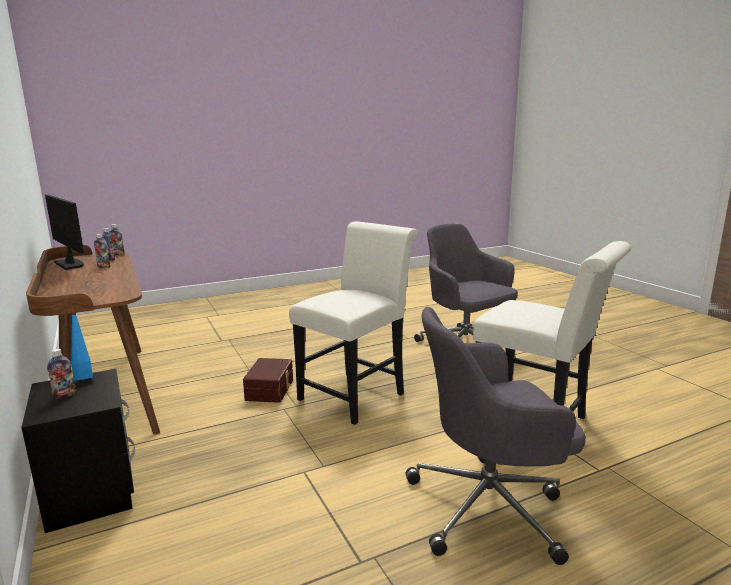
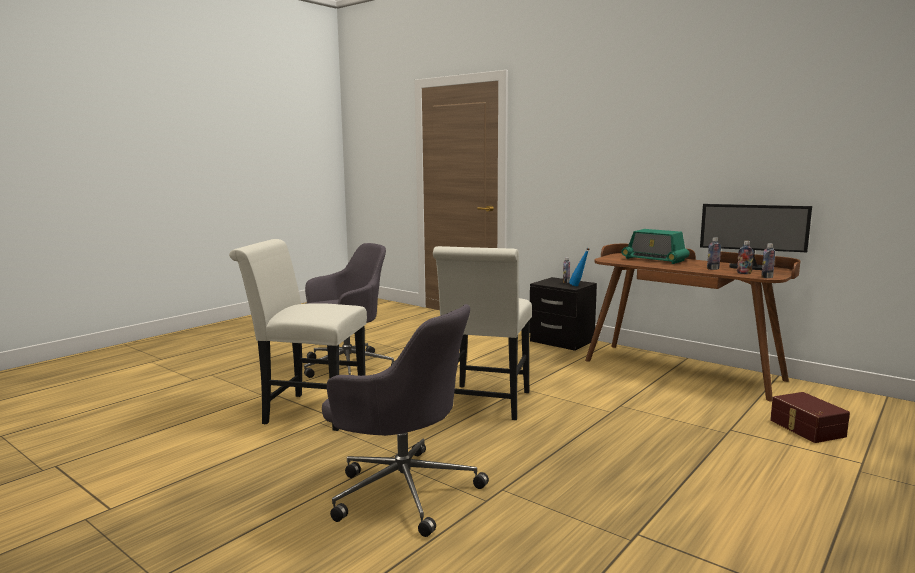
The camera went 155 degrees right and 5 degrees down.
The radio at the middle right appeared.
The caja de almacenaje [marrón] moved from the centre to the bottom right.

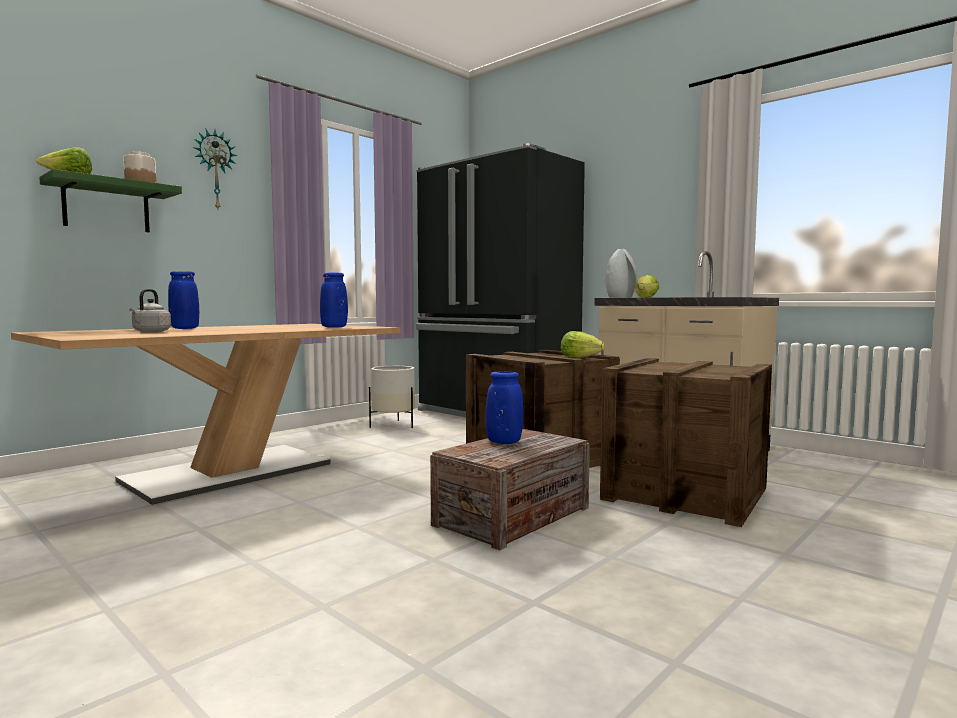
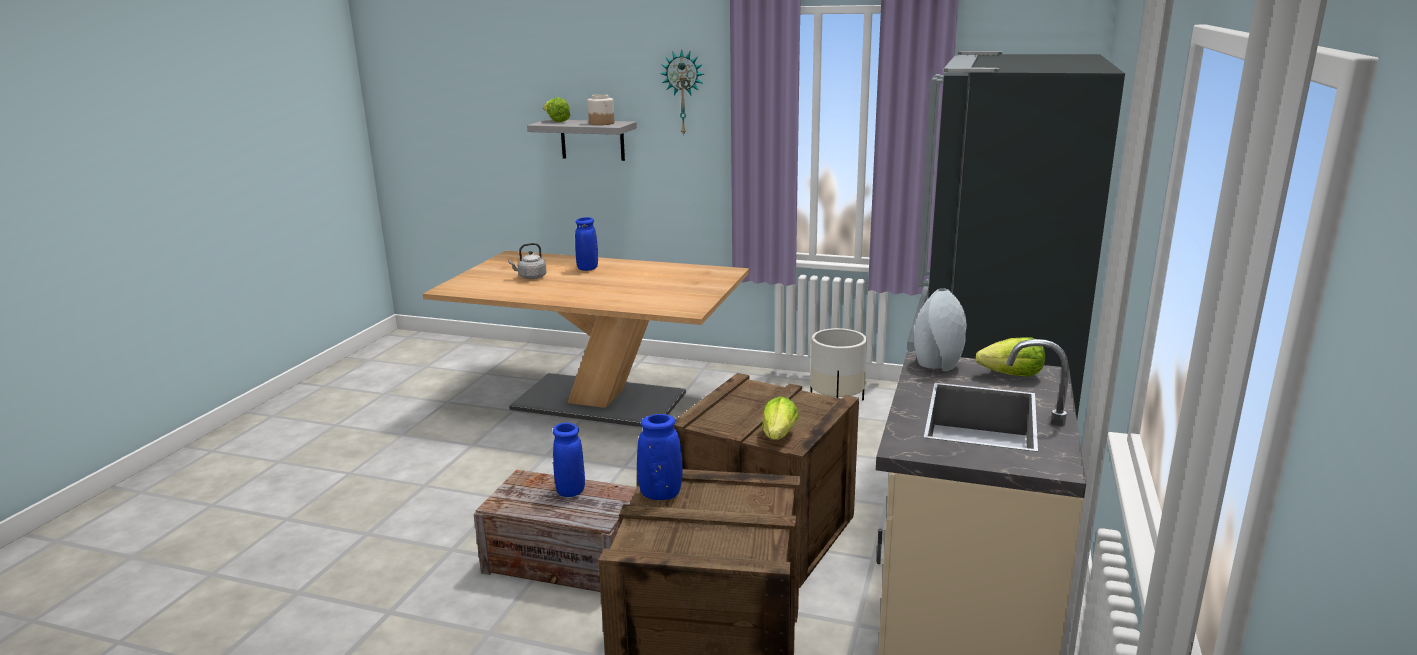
The camera went 65 degrees right and 15 degrees up.
The florero [azul] (2nd from left in the first image) moved from the centre to the bottom centre.
The estante [verde] at the top left became the estante [gris] at the top centre.

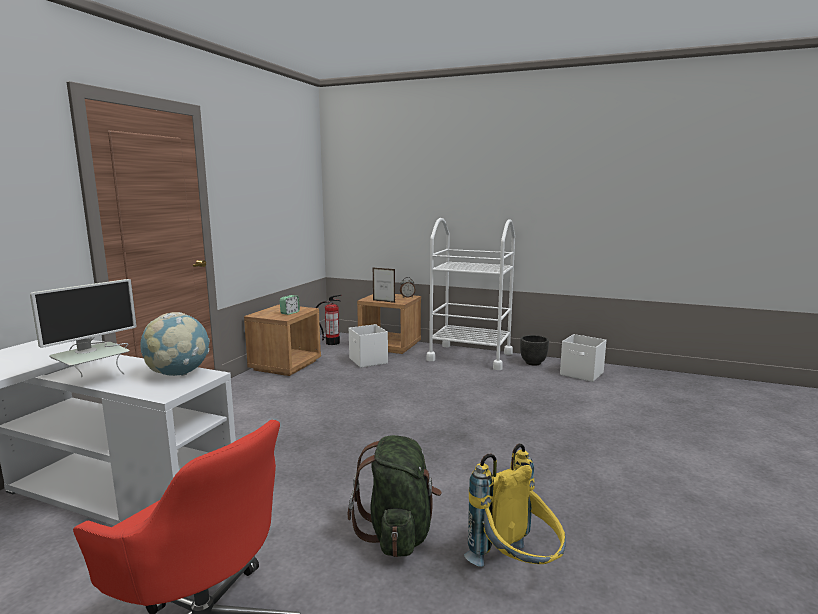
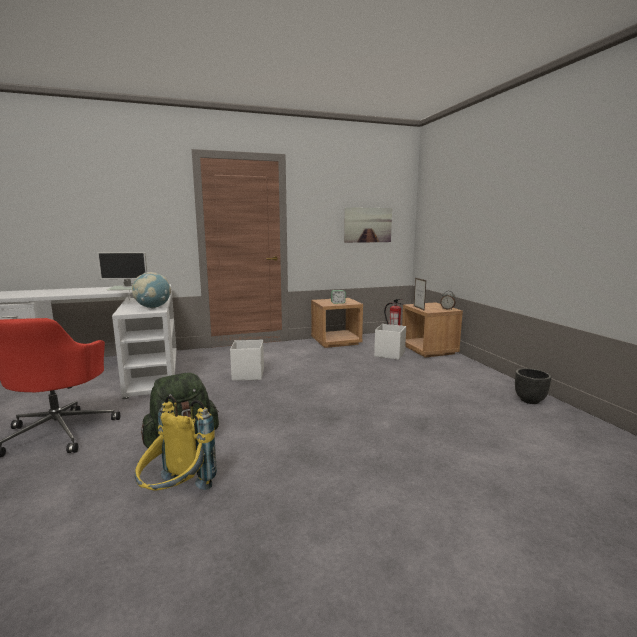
The camera went 50 degrees right and 0 degrees up.
The carrito [blanco] at the centre disappeared.
The cuadro at the centre appeared.
The caja de almacenaje [blanco] (2nd from left in the first image) moved from the middle right to the centre.

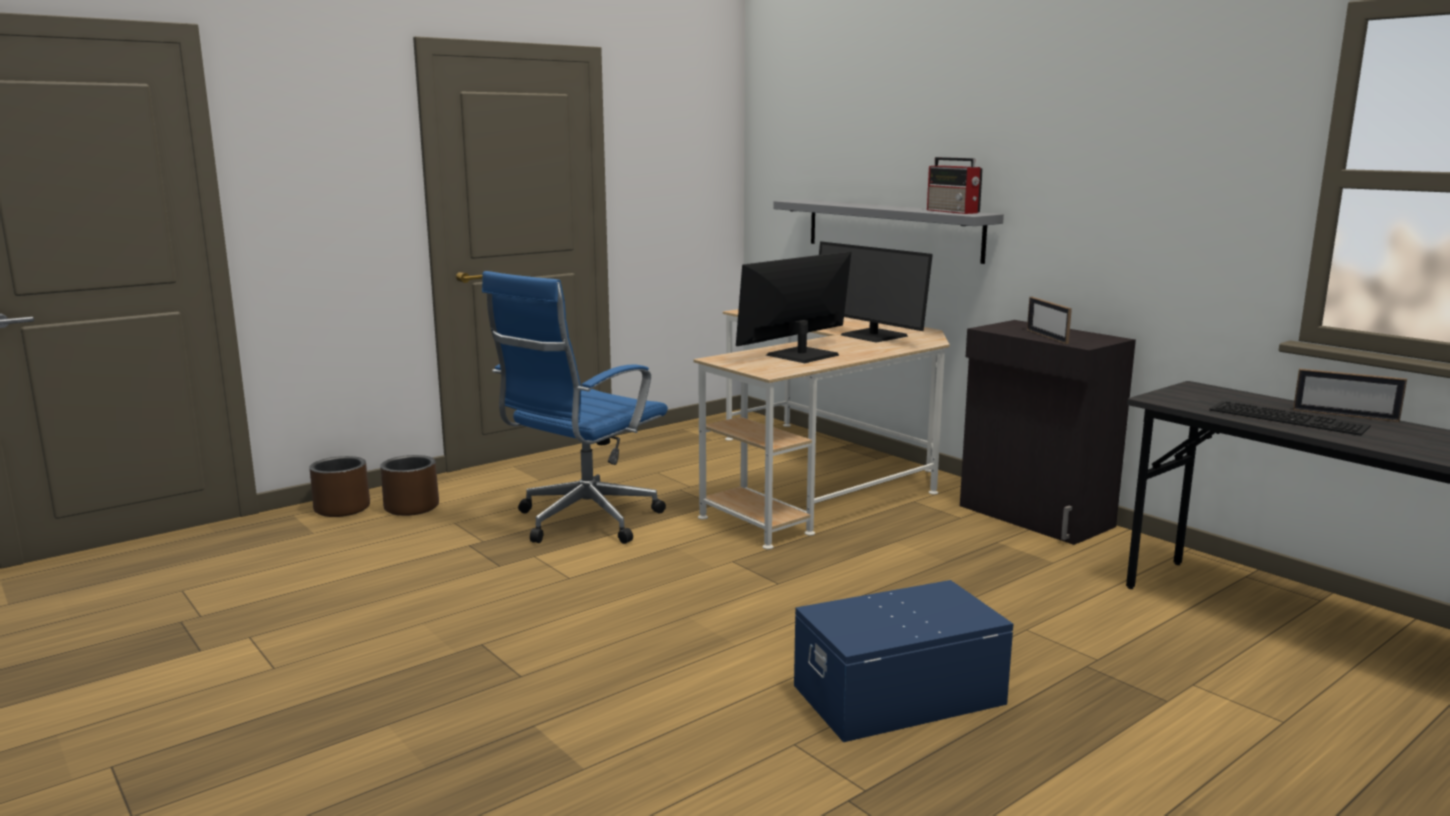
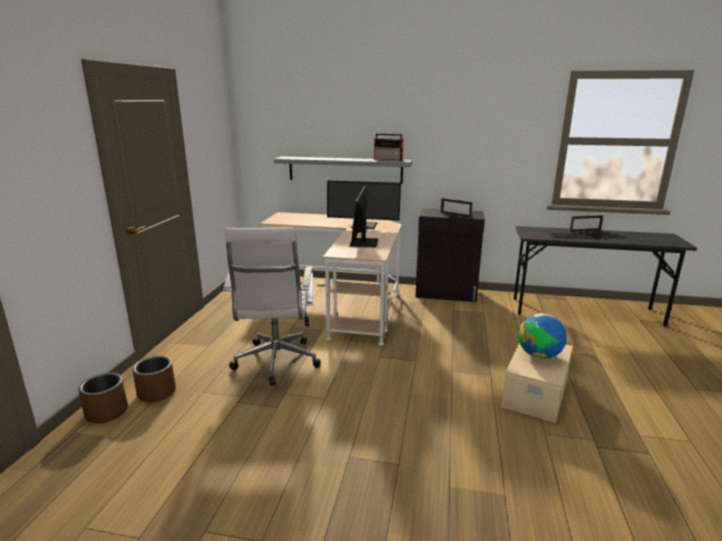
The camera went 40 degrees left and 5 degrees up.
The globo terráqueo at the middle right appeared.
The silla de oficina [azul] at the centre became the silla de oficina [blanco] at the centre.
The caja de almacenaje [azul] at the bottom centre became the caja de almacenaje [beis] at the bottom right.

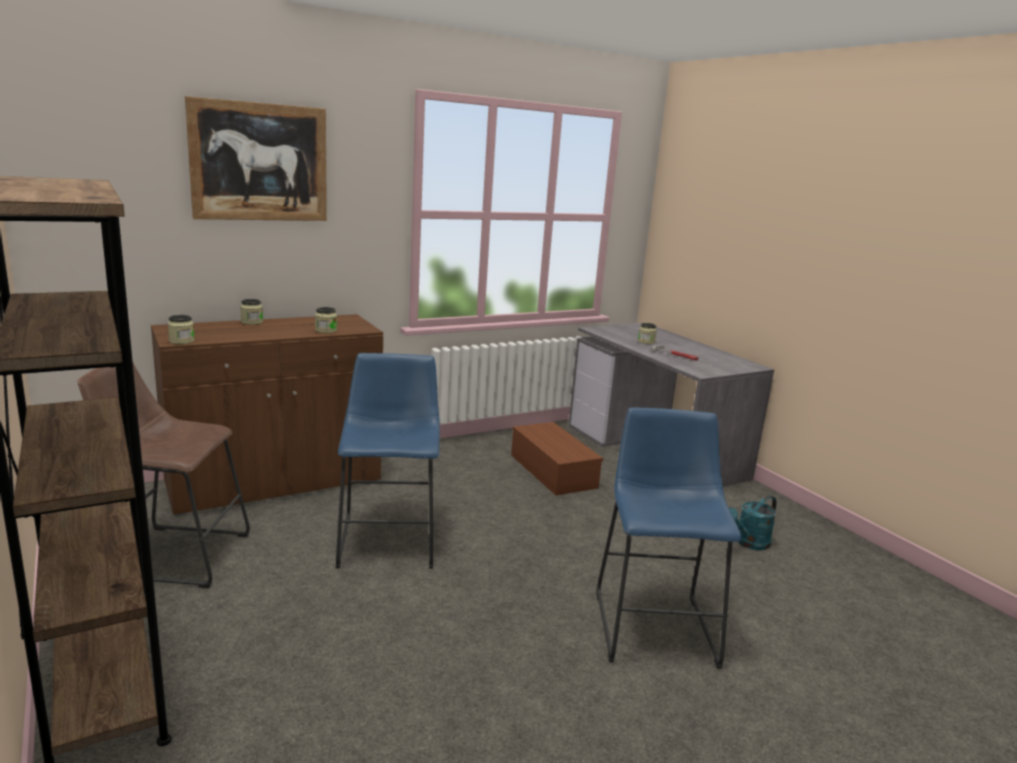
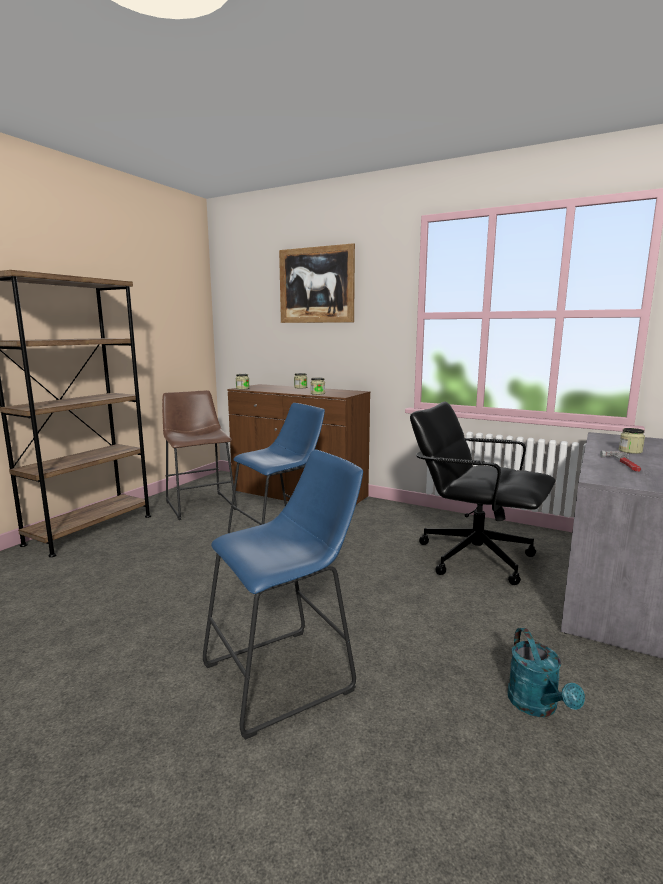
The camera went 60 degrees right and 5 degrees down.
The caja de almacenaje [marrón] at the centre was replaced by the silla de oficina [negro] at the middle right.
The regadera [turquesa] at the bottom right turned 120 degrees counterclockwise.

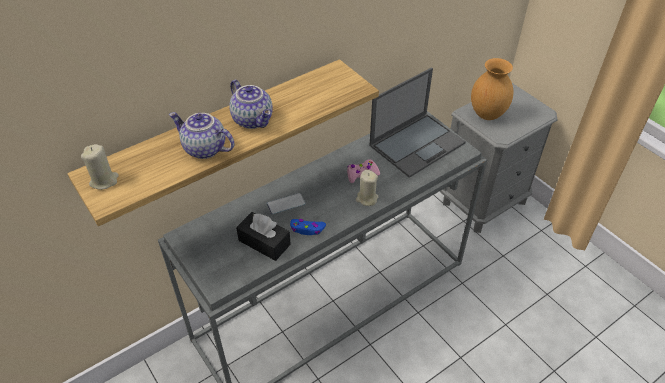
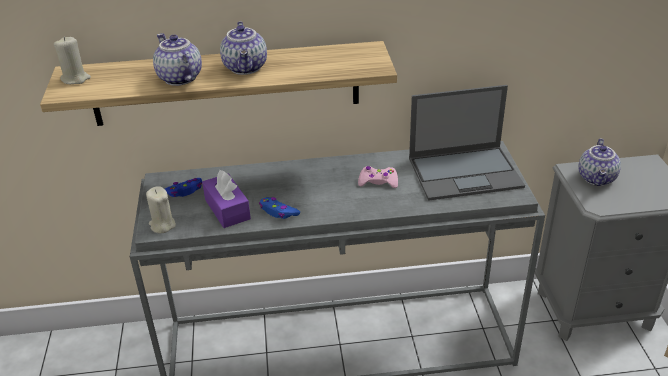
The camera went 30 degrees right and 10 degrees down.
The móvil at the centre disappeared.
The mando de consola [azul] (1st from left) at the middle left appeared.
The vela [beis] (2nd from left) moved from the centre to the middle left.
The florero [marrón] at the top right was replaced by the tetera (3rd from left) at the middle right.
The caja de pañuelos [negro] at the centre became the caja de pañuelos [morado] at the centre.

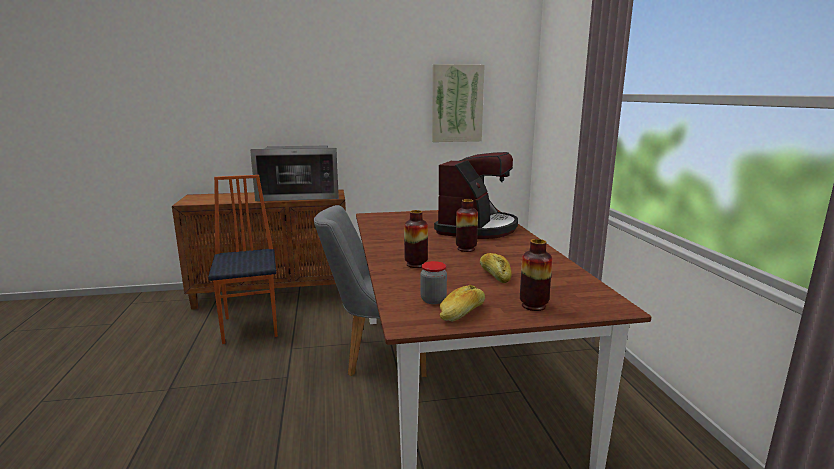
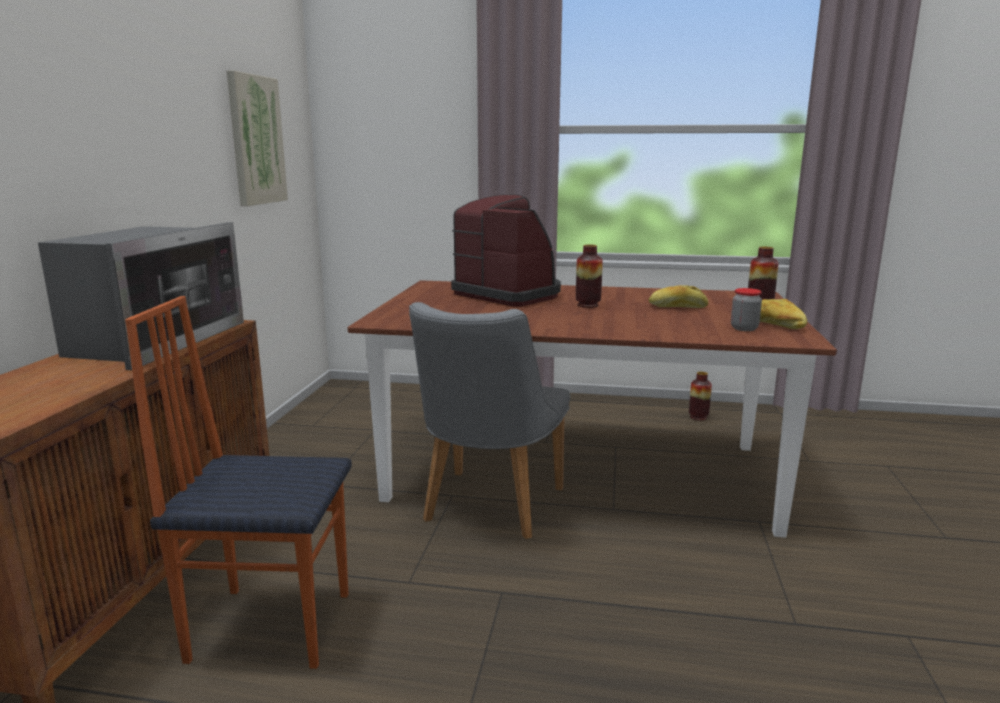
The camera went 70 degrees left and 0 degrees up.
The florero (1st from left in the first image) moved from the centre to the middle right.

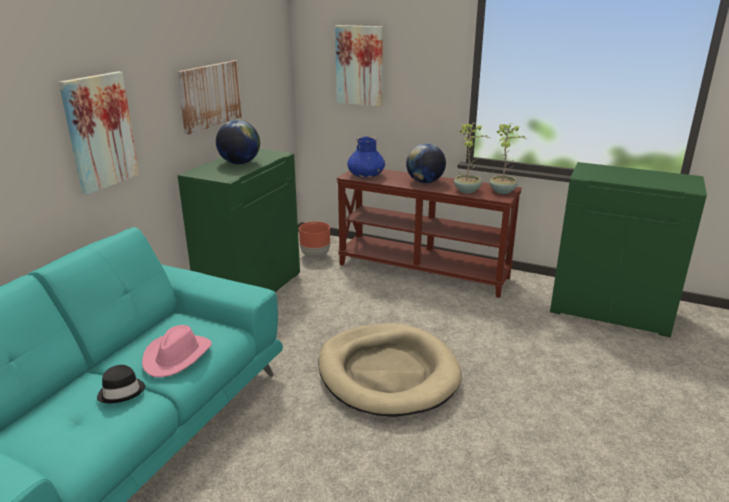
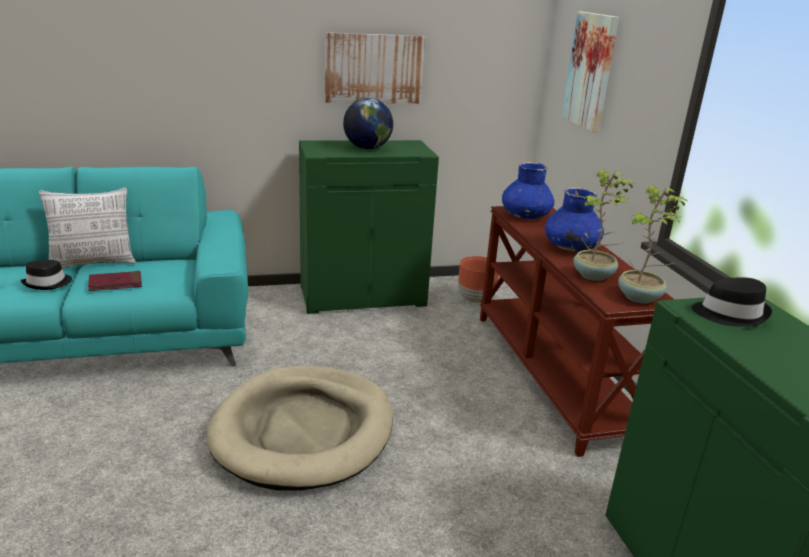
The camera went 50 degrees right and 0 degrees up.
The cuadro (1st from left) at the top left disappeared.
The cojín at the middle left appeared.
The sombrero [negro] (2nd from left) at the middle right appeared.
The sombrero [rosa] at the bottom left was replaced by the libro [rojo] at the middle left.
The globo terráqueo (2nd from left) at the top centre was replaced by the florero [azul] (2nd from left) at the middle right.

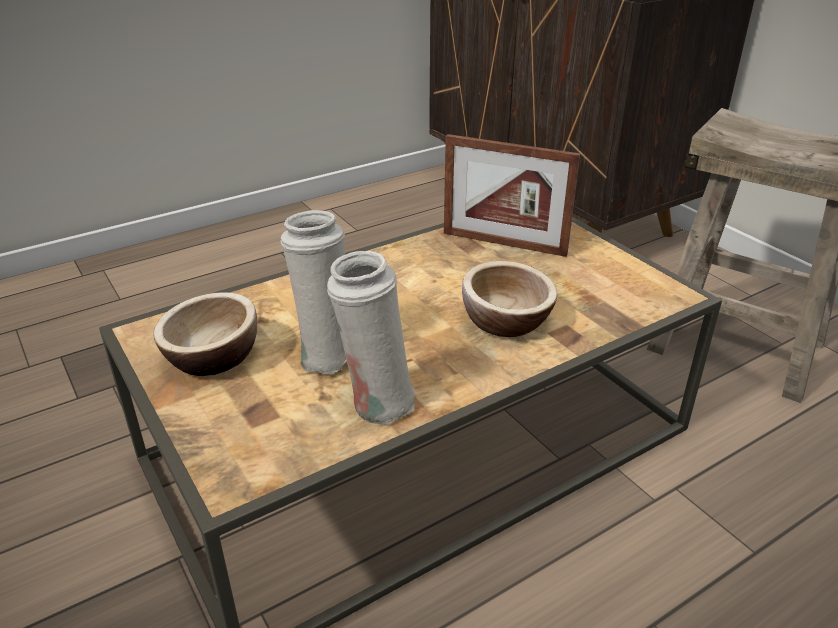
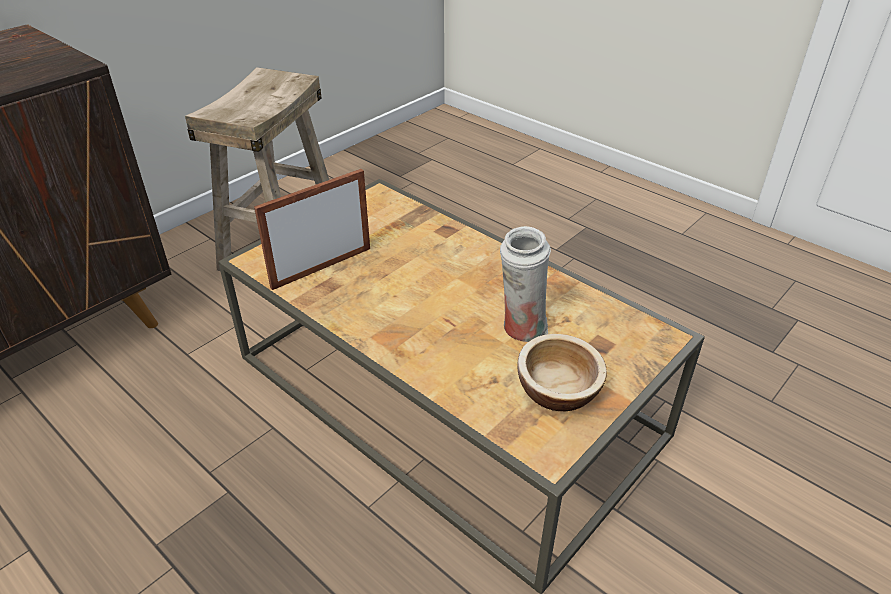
The camera went 105 degrees left and 5 degrees up.
The florero [blanco] (2nd from left) at the centre disappeared.
The cuenco (2nd from left) at the centre disappeared.
The portarretratos at the top centre turned 135 degrees counterclockwise.

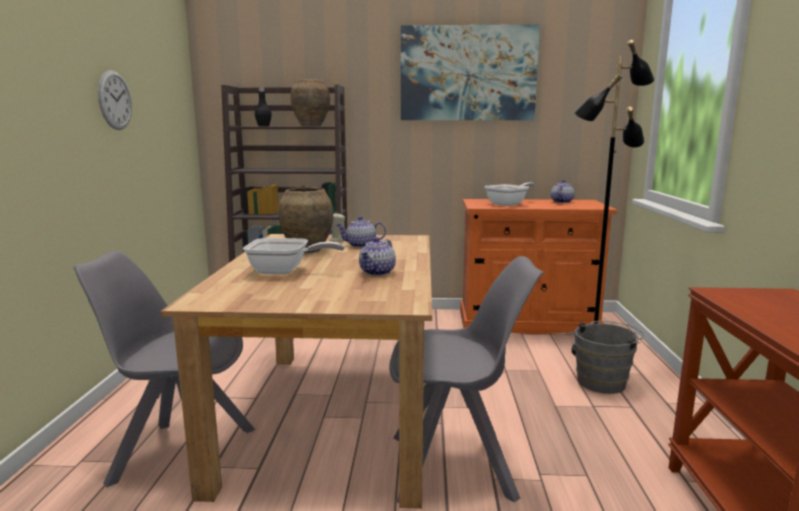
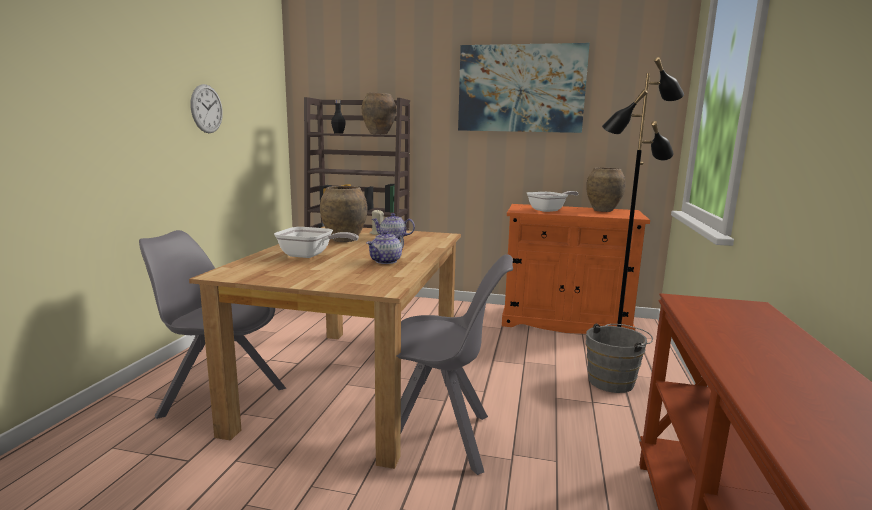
The camera went 10 degrees right and 0 degrees up.
The tetera (3rd from left) at the middle right was replaced by the florero [marrón] (3rd from left) at the middle right.

